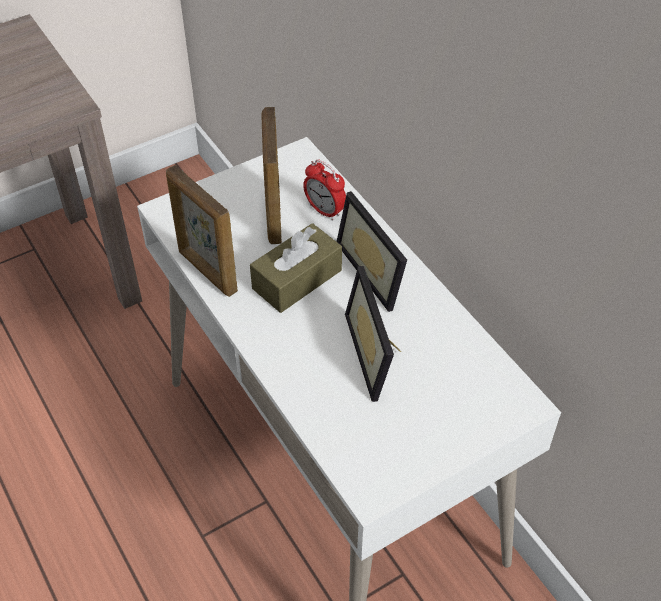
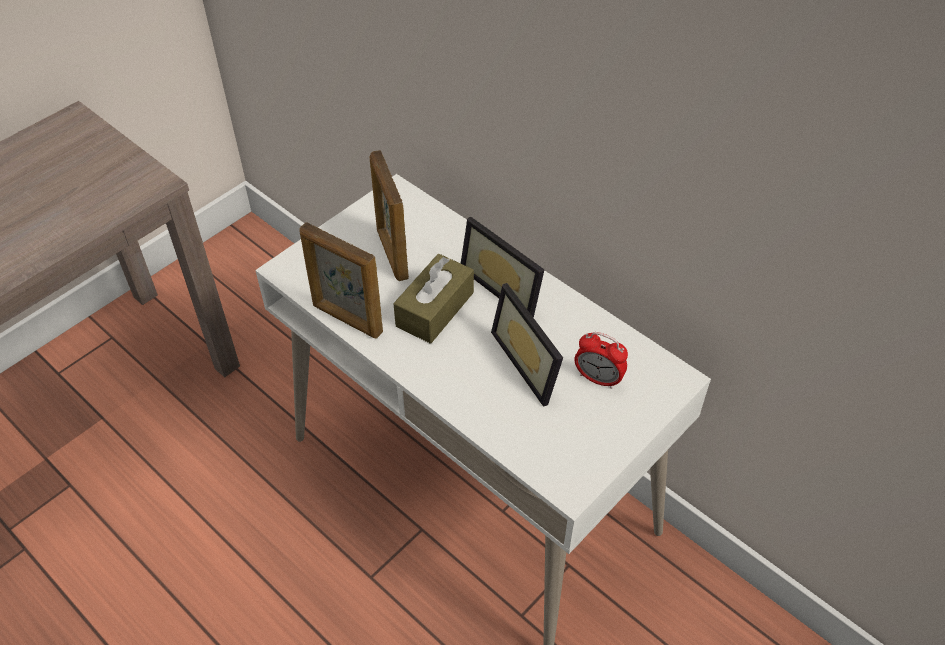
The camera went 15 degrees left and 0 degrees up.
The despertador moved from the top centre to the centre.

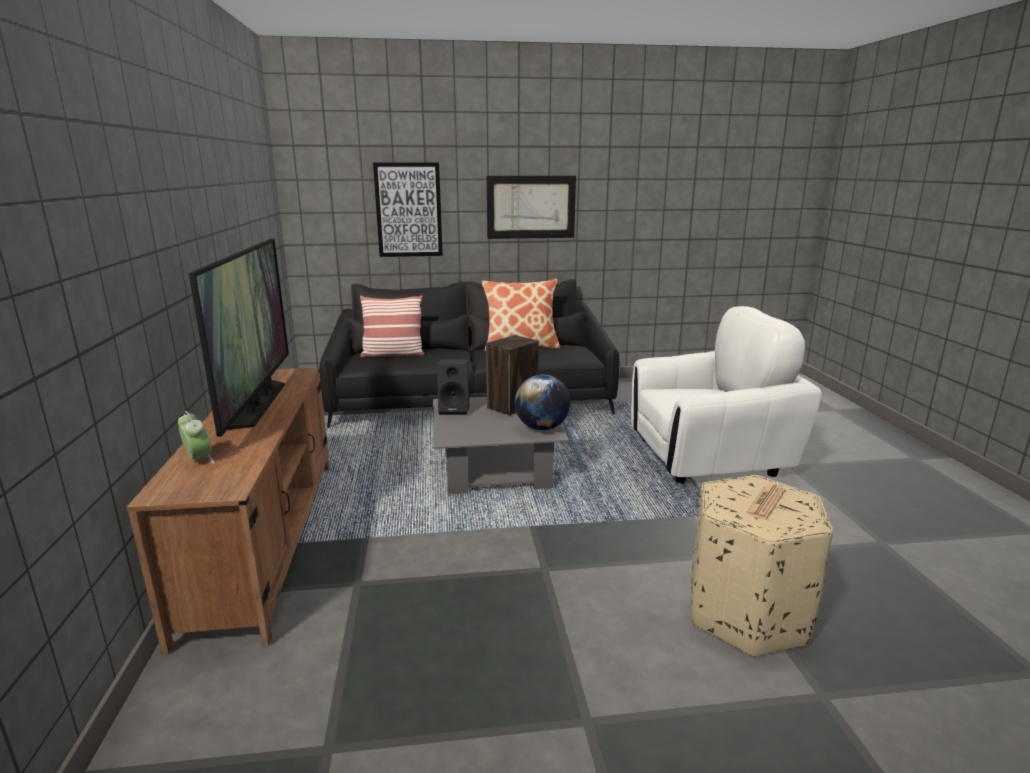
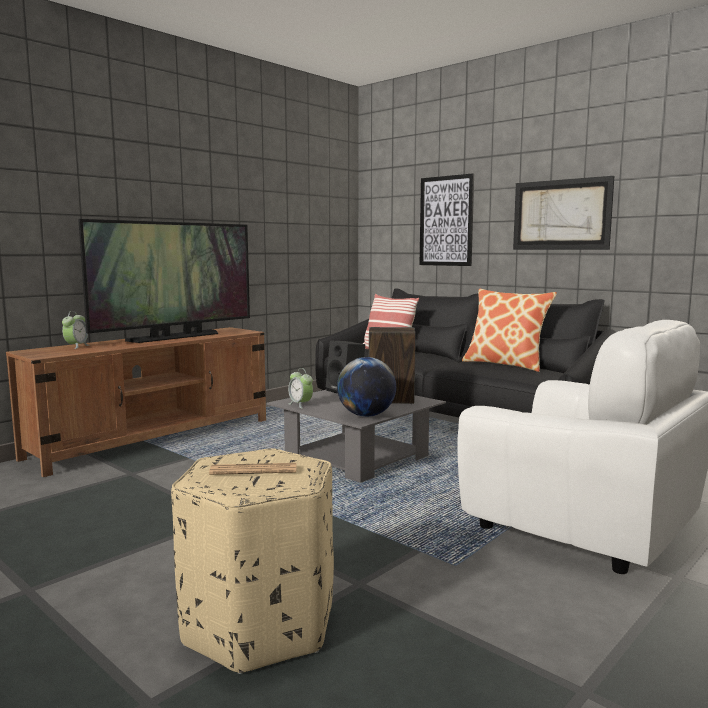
The camera went 50 degrees right and 10 degrees down.
The despertador (2nd from left) at the centre appeared.

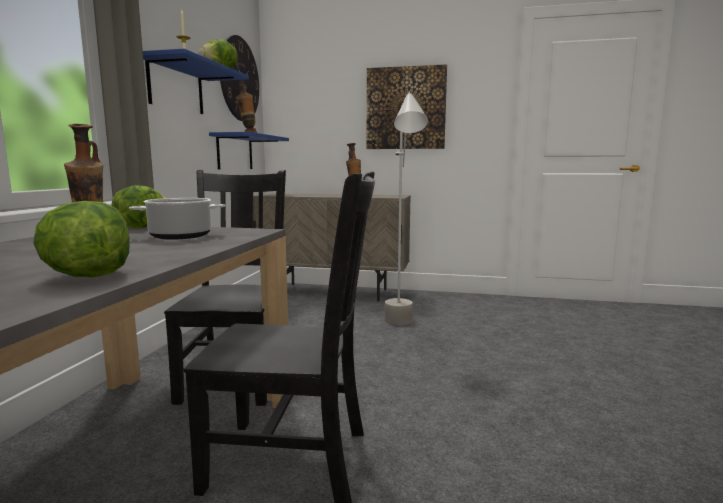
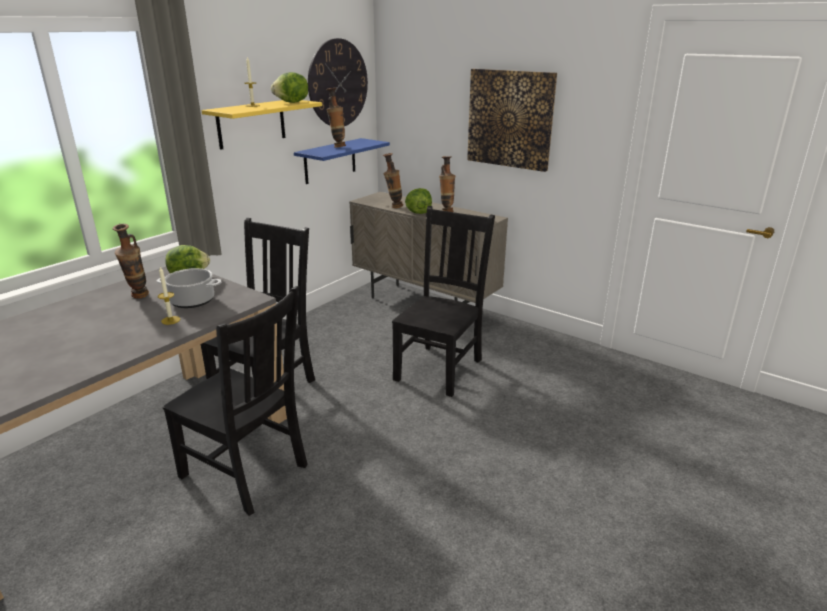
The camera went 25 degrees right and 15 degrees up.
The vela (1st from left) at the middle left appeared.
The florero (3rd from left) at the top centre appeared.
The lechuga (1st from left in the first image) moved from the middle left to the top centre.
The lámpara de pie [gris] at the centre was replaced by the silla [negro] (3rd from left) at the centre.
The estante [azul] (1st from left) at the top left became the estante [amarillo] at the top left.

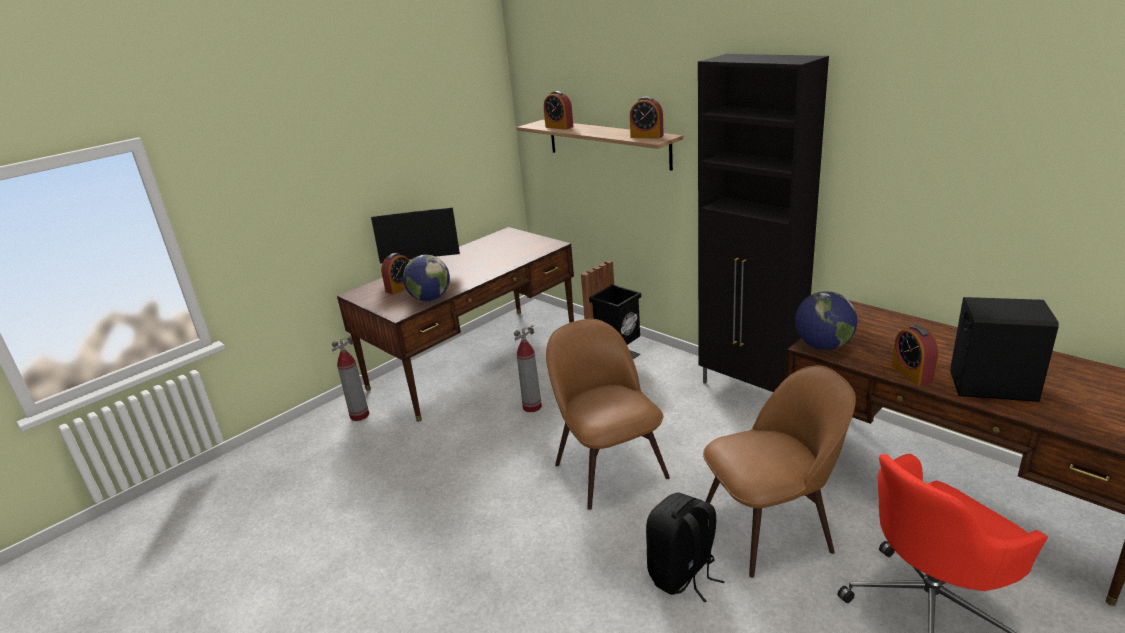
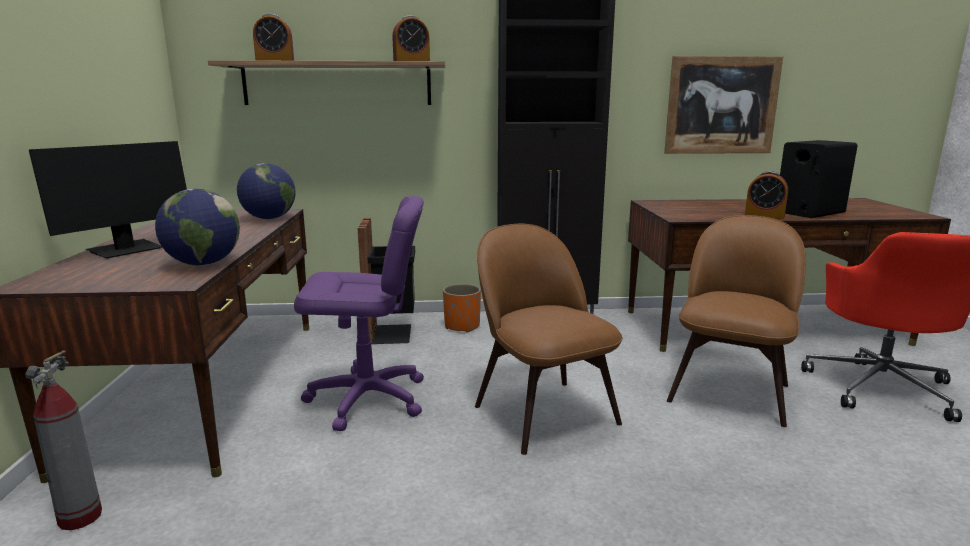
The camera went 50 degrees left and 10 degrees down.
The despertador (1st from left) at the centre disappeared.
The mochila [negro] at the bottom centre disappeared.
The maceta [naranja] at the centre appeared.
The cuadro at the top right appeared.
The globo terráqueo (2nd from left) moved from the middle right to the middle left.
The extintor (2nd from left) at the centre was replaced by the silla de oficina [morado] at the centre.
The silla [marrón] (1st from left) at the centre turned 45 degrees clockwise.

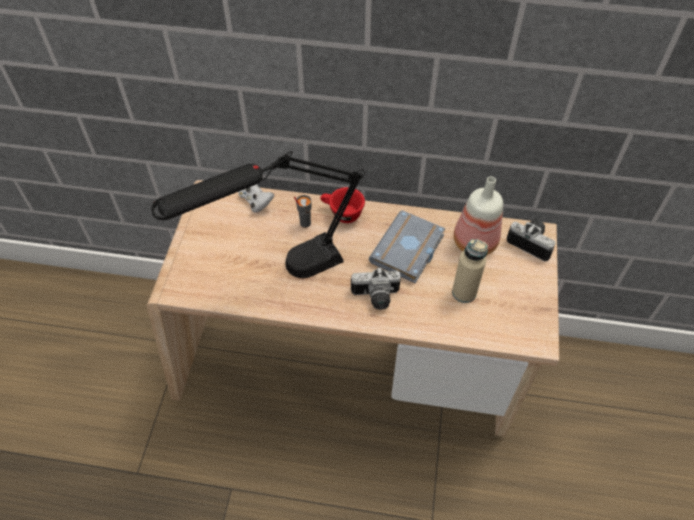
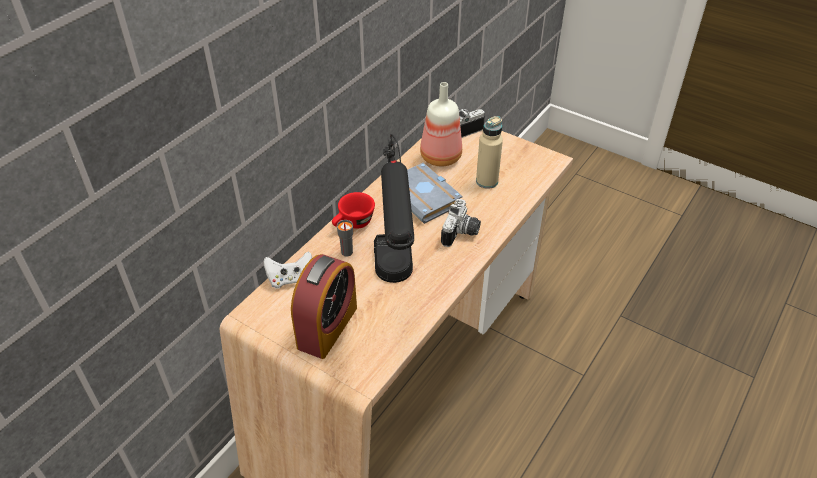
The camera went 65 degrees left and 10 degrees down.
The despertador at the centre appeared.

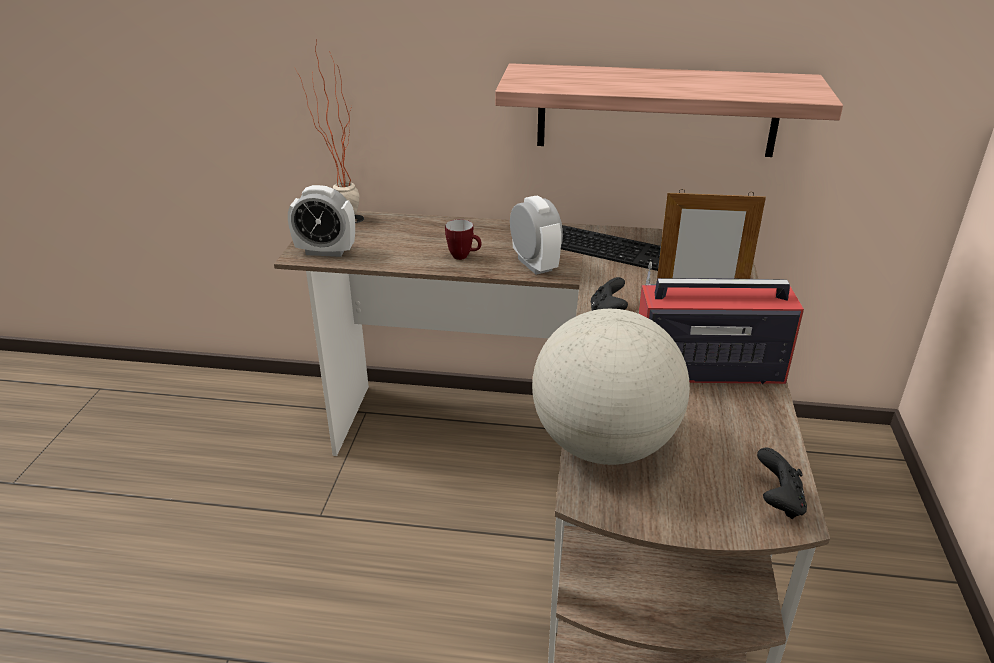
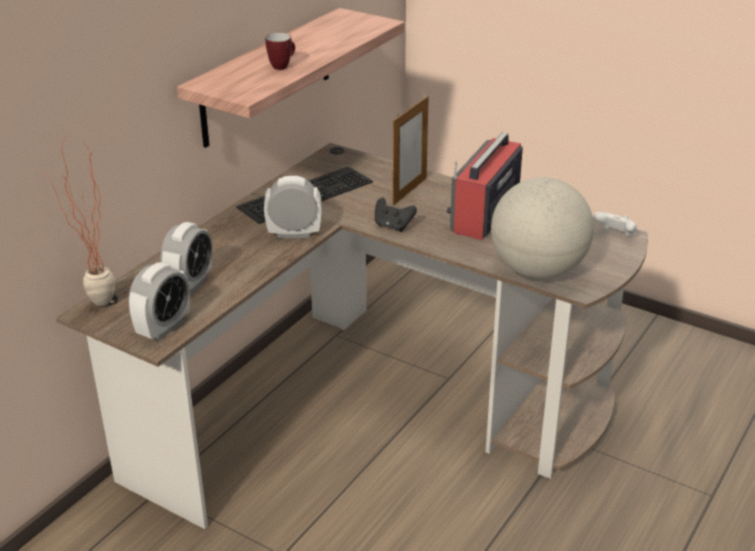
The camera went 65 degrees left and 0 degrees up.
The despertador (2nd from left) at the middle left appeared.
The taza grande moved from the centre to the top centre.
The mando de consola [negro] (2nd from left) at the bottom right became the mando de consola [blanco] at the middle right.

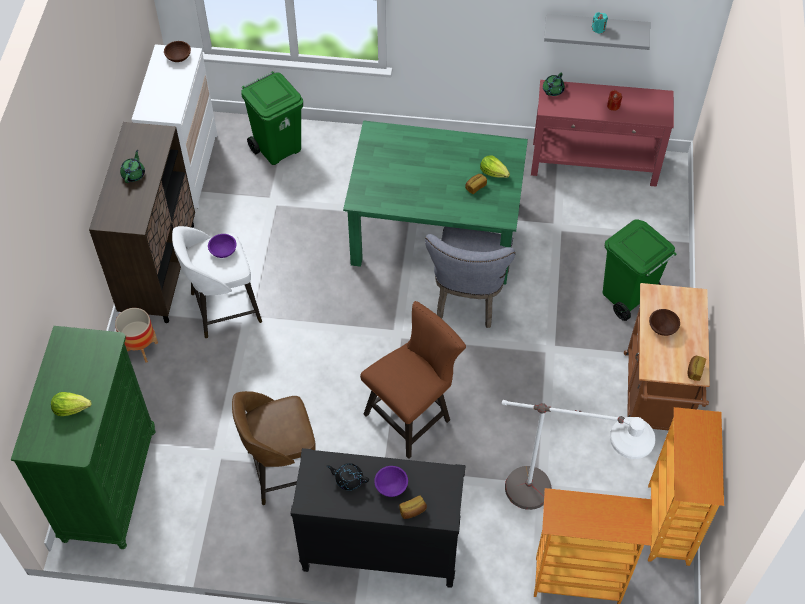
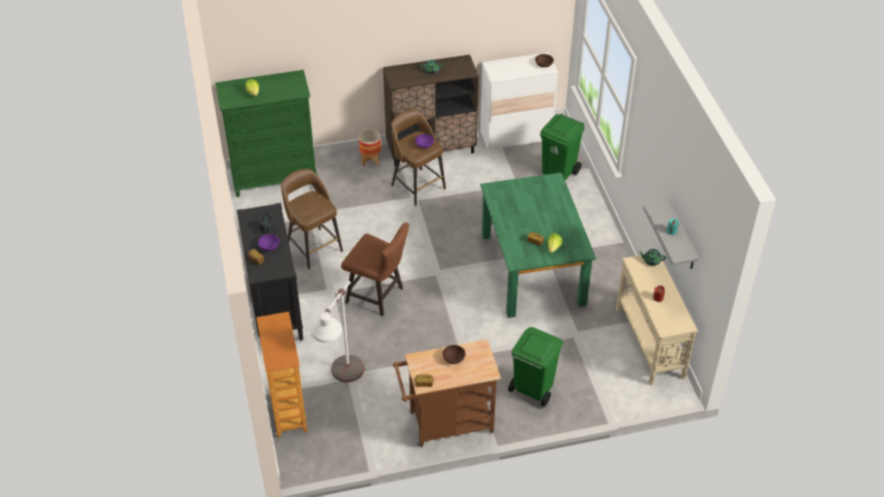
The camera went 70 degrees right and 10 degrees down.
The silla [gris] at the centre disappeared.
The estantería (2nd from left) at the bottom right disappeared.
The taburete [blanco] at the middle left became the taburete [marrón] (3rd from left) at the top centre.
The mesa consola [rojo] at the top right became the mesa consola [beis] at the middle right.

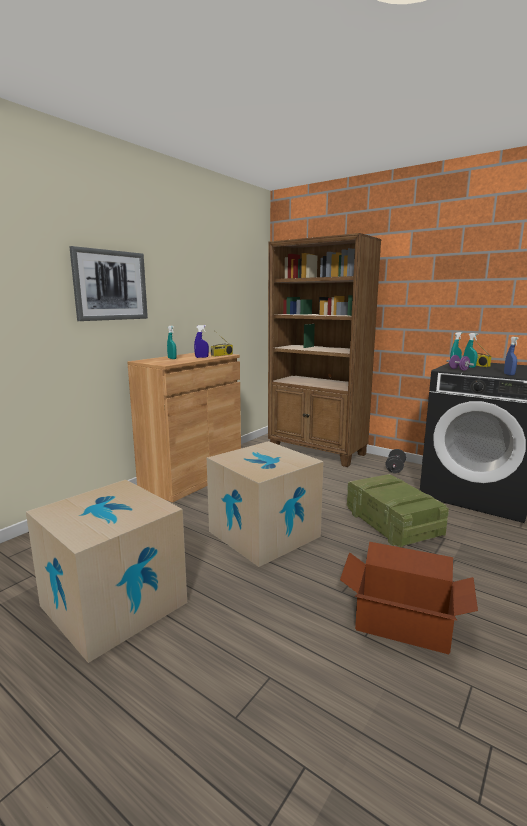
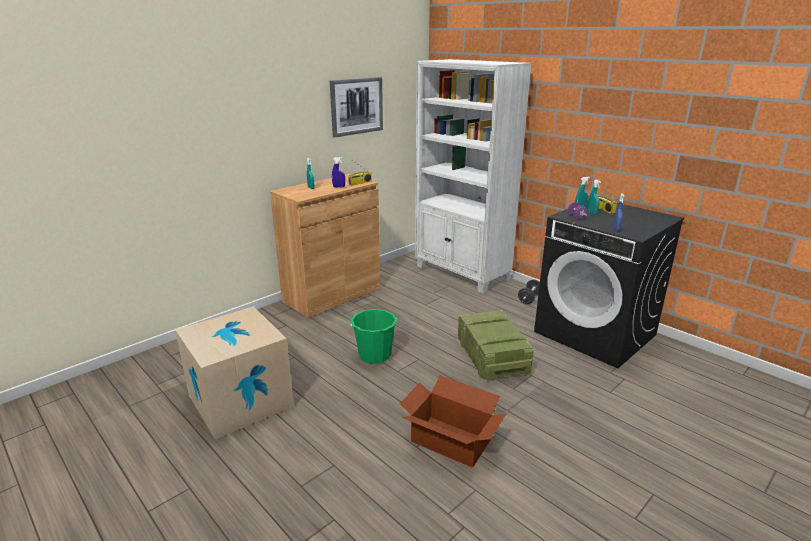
The camera went 10 degrees right and 10 degrees up.
The cuadro moved from the middle left to the top centre.
The caja de cartón (2nd from left) at the centre was replaced by the cubo [verde] at the centre.
The estantería [marrón] at the centre became the estantería [blanco] at the top centre.

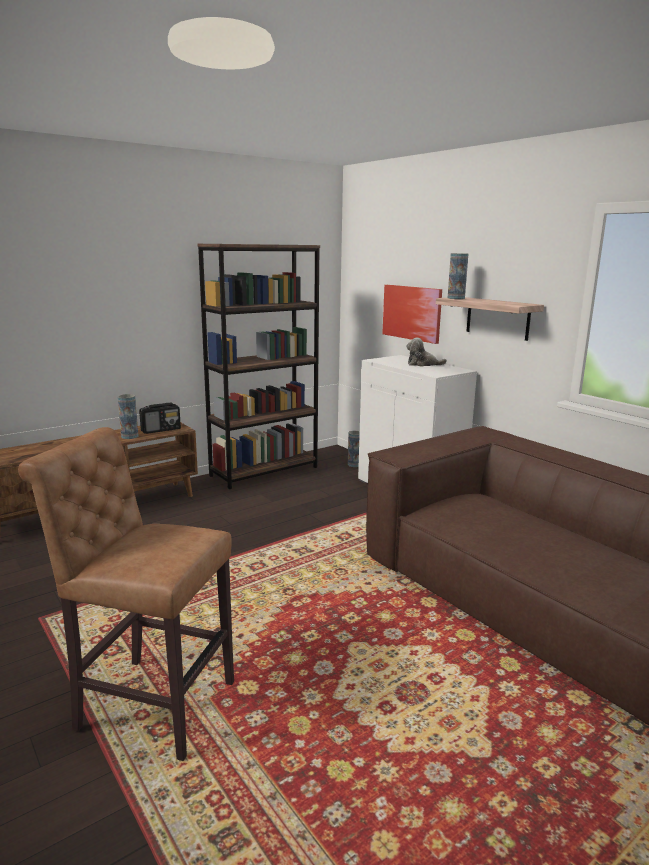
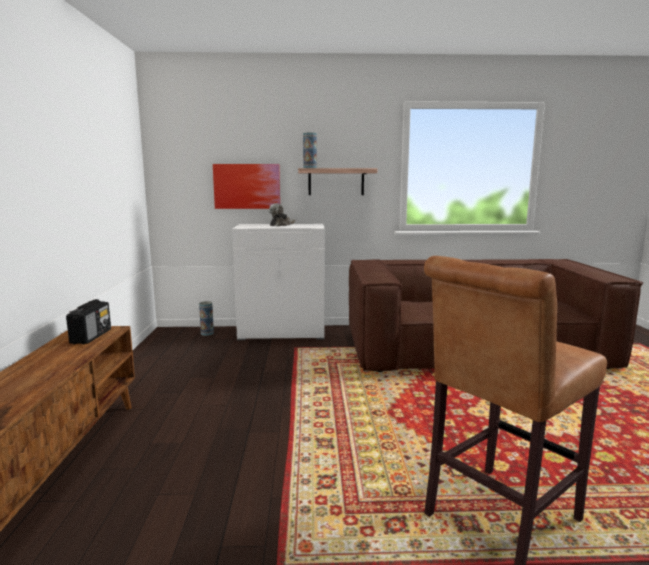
The camera went 55 degrees left and 5 degrees down.
The florero (1st from left) at the middle left disappeared.
The estantería [marrón] at the centre disappeared.

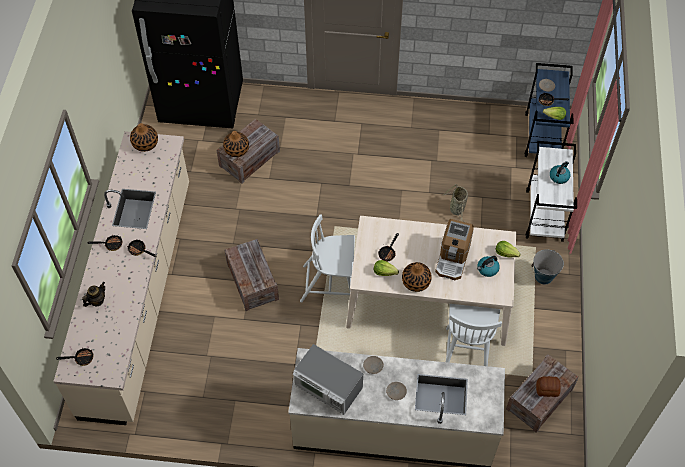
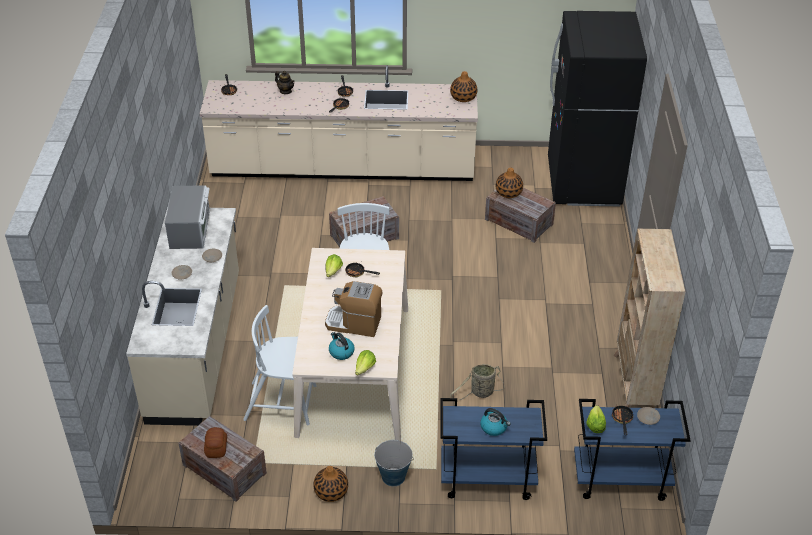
The camera went 85 degrees right and 15 degrees down.
The estantería [beis] at the middle right appeared.
The florero (3rd from left in the first image) moved from the centre to the bottom centre.
The carrito [blanco] at the middle right became the carrito [azul] (1st from left) at the bottom centre.
The microondas at the bottom centre turned 150 degrees clockwise.

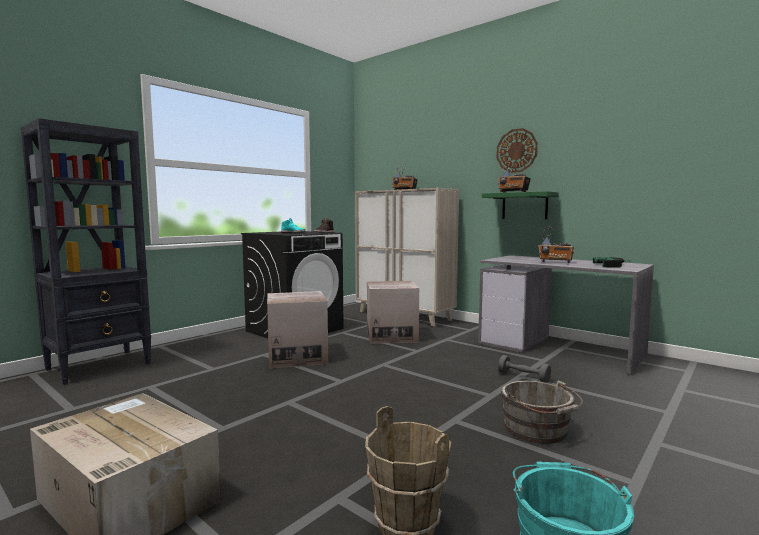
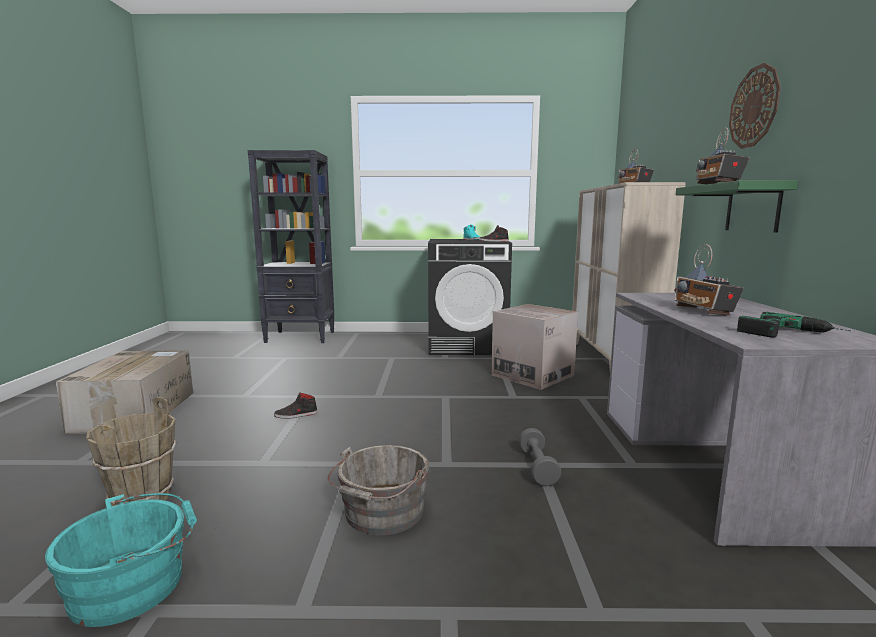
The camera went 50 degrees right and 5 degrees up.
The caja de cartón (2nd from left) at the centre disappeared.
The zapato [negro] (1st from left) at the centre appeared.

